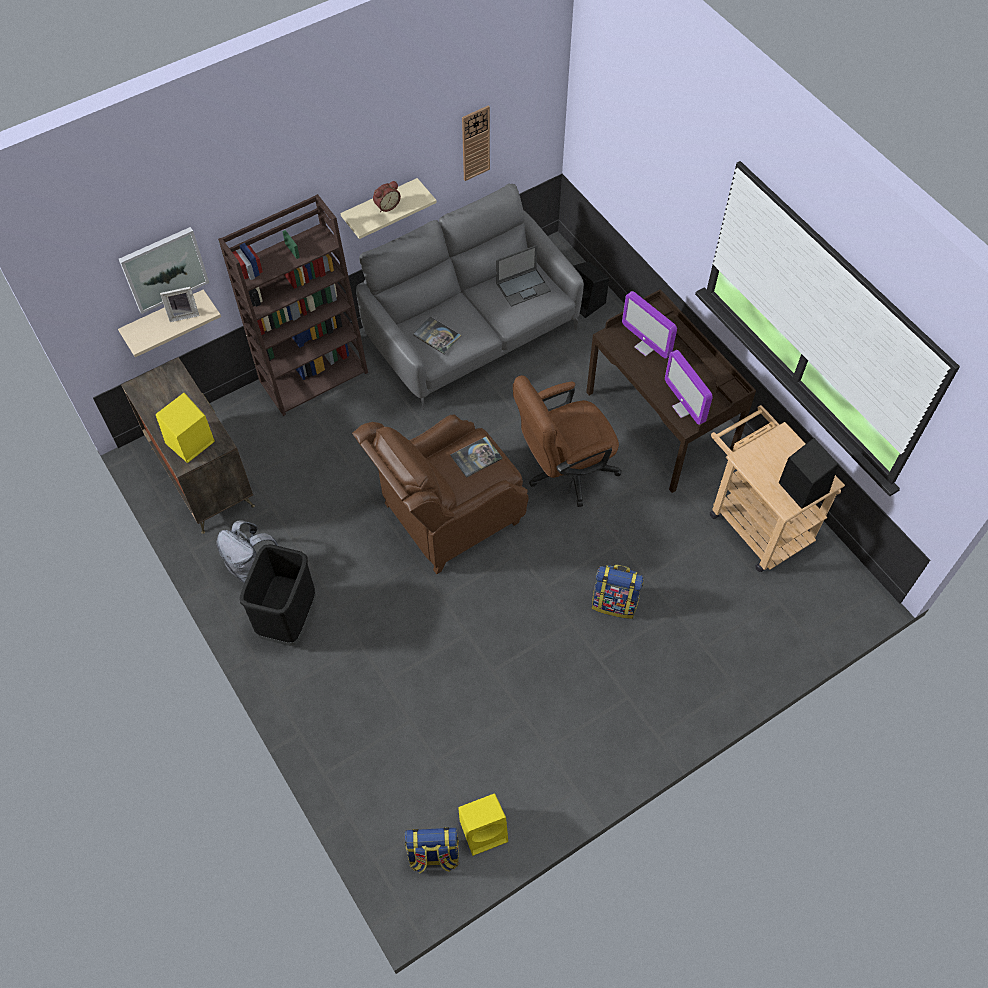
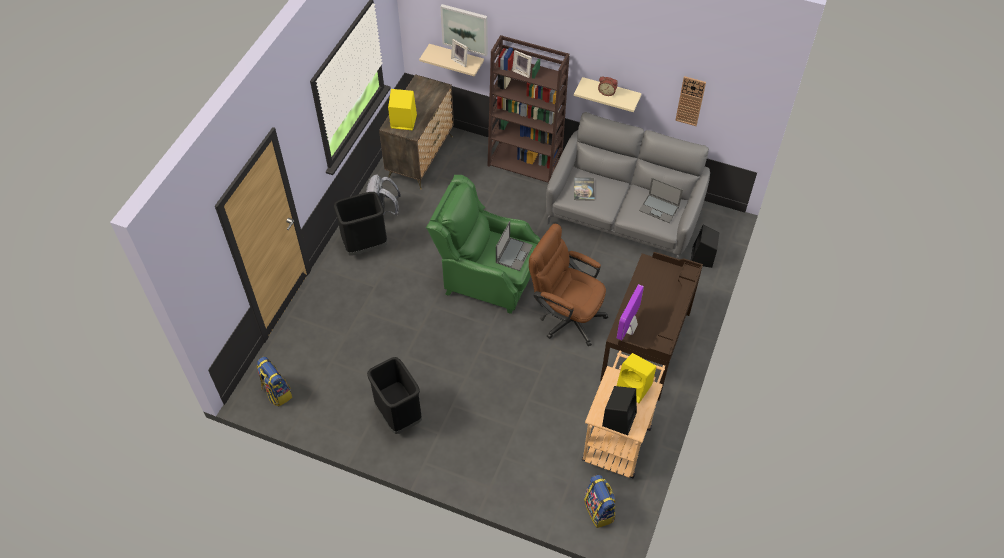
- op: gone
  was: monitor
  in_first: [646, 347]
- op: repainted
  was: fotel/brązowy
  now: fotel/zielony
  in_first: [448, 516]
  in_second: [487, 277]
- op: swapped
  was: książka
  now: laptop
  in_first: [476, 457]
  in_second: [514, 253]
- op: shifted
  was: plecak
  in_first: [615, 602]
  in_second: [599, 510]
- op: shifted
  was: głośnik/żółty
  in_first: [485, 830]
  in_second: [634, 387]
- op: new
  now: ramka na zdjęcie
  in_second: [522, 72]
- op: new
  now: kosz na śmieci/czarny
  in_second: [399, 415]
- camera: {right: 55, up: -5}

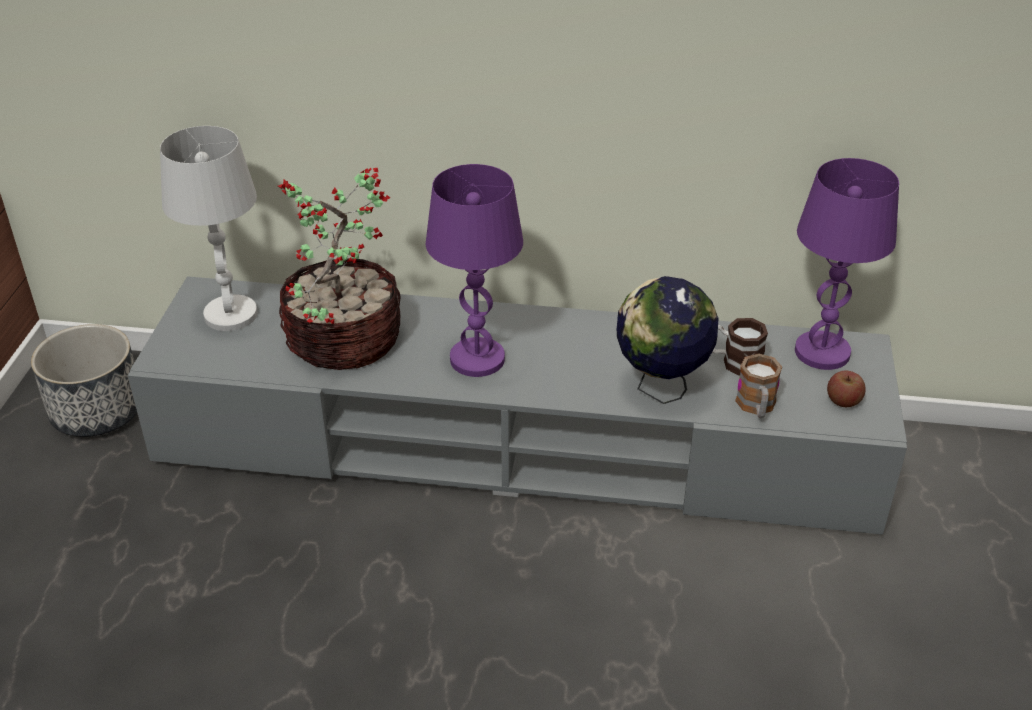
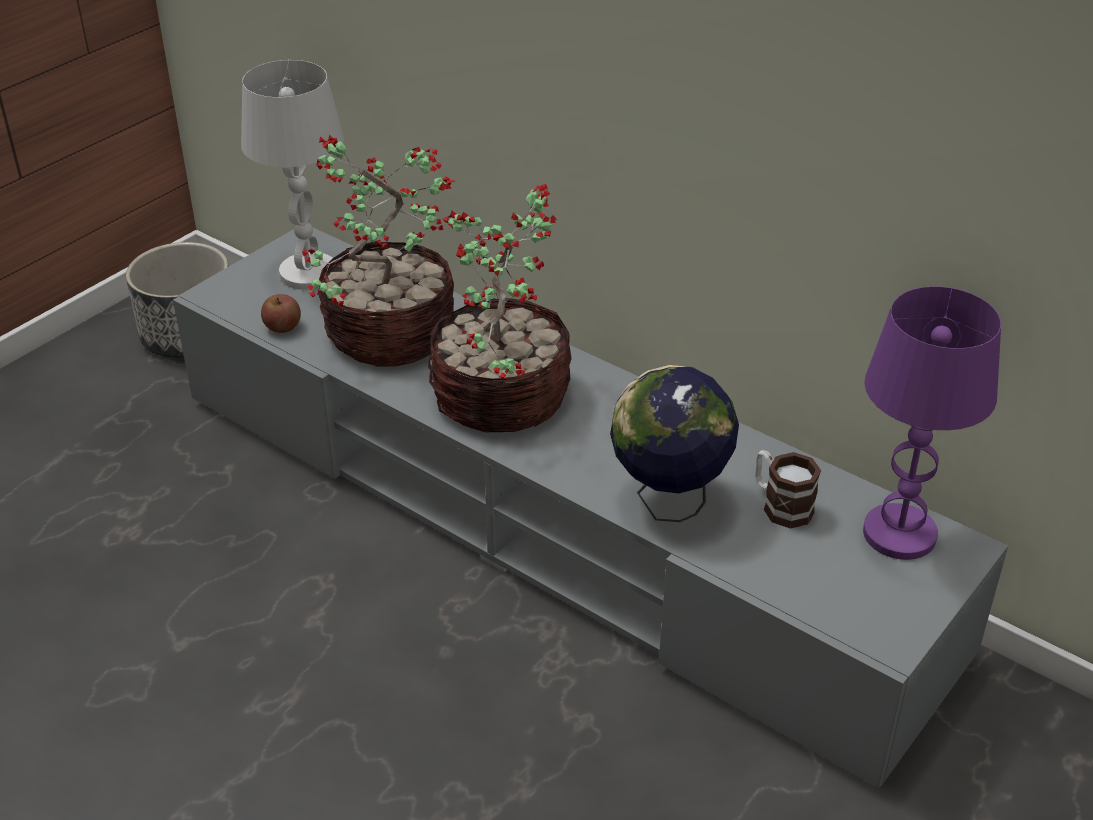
- op: swapped
  was: lampa stołowa/fioletowy
  now: roślina doniczkowa
  in_first: [476, 359]
  in_second: [500, 399]
- op: gone
  was: kubek
  in_first: [756, 407]
- op: shifted
  was: jabłko
  in_first: [843, 401]
  in_second: [282, 327]
- camera: {right: 30, up: 0}

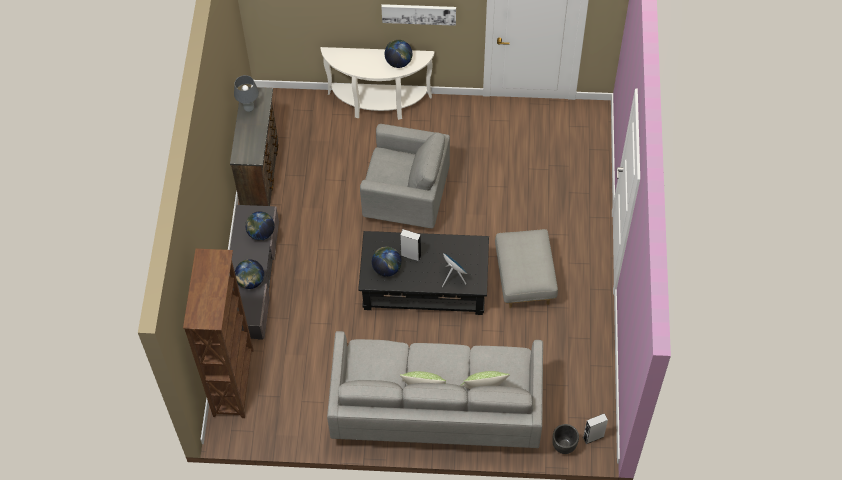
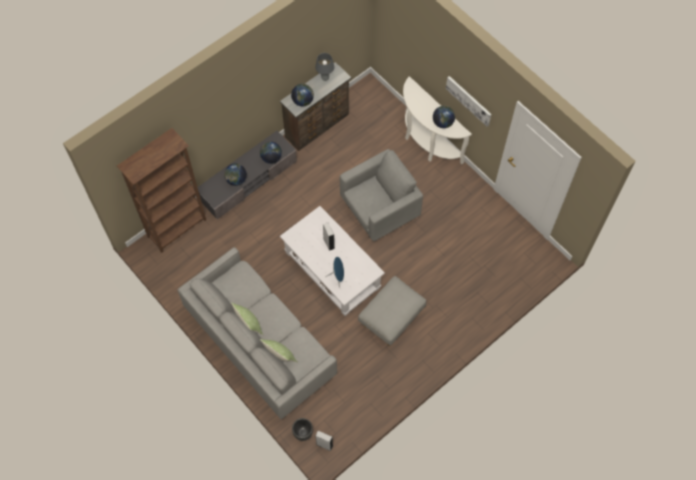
- op: rotated
  was: fotel/szary
  in_first: [406, 199]
  in_second: [379, 210]
  clockwise: -90
- op: repainted
  was: ława/czarny
  now: ława/biały
  in_first: [424, 286]
  in_second: [332, 269]
- op: shifted
  was: globus
  in_first: [387, 269]
  in_second: [303, 101]
- camera: {right: 45, up: 5}

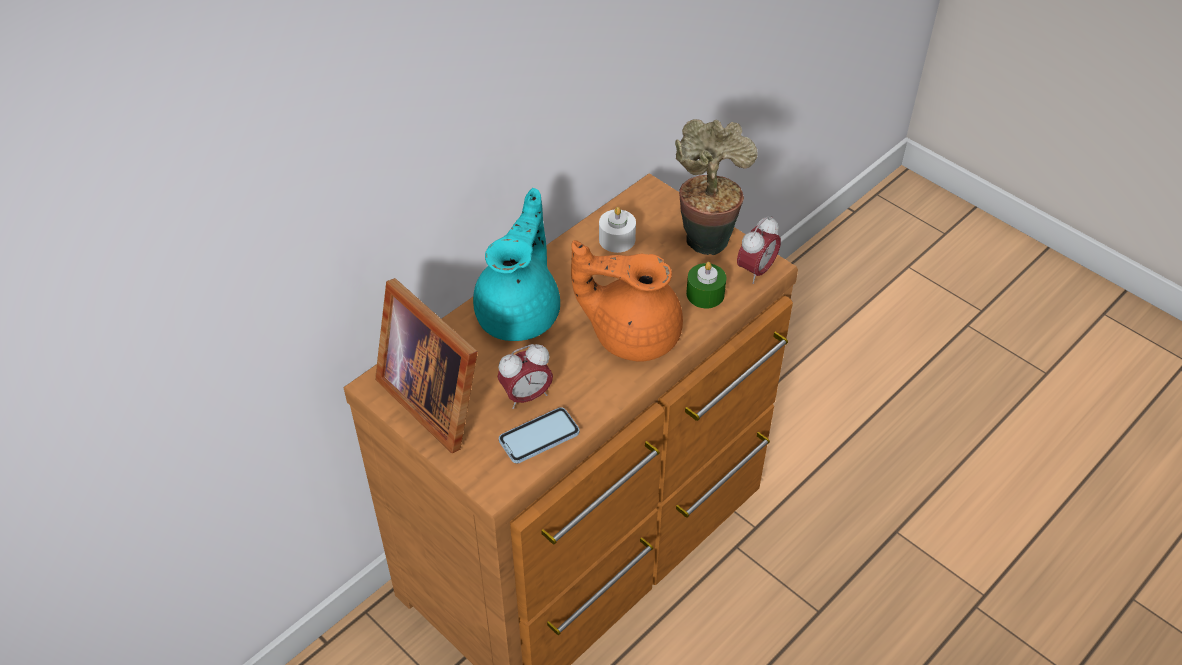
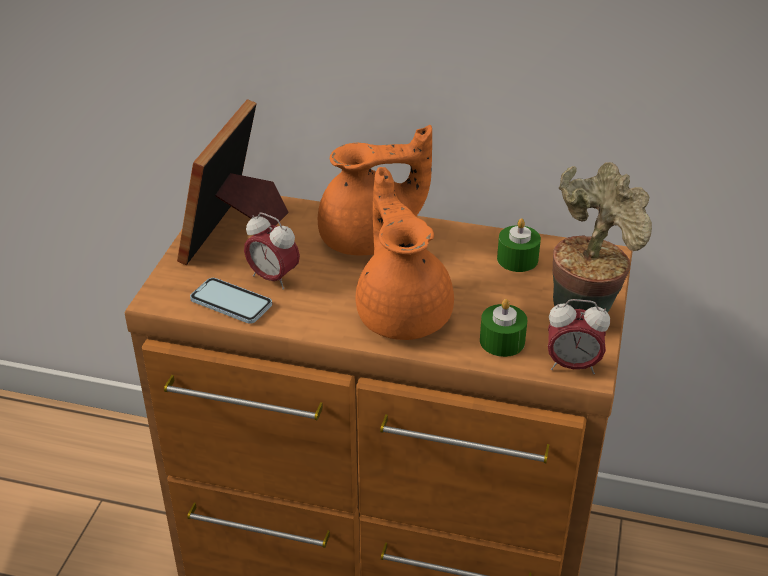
- op: repainted
  was: imbryk/turkusowy
  now: imbryk/pomarańczowy
  in_first: [521, 312]
  in_second: [369, 239]
- op: repainted
  was: świeca/biały
  now: świeca/zielony
  in_first: [617, 239]
  in_second: [517, 259]
- camera: {right: 60, up: -10}

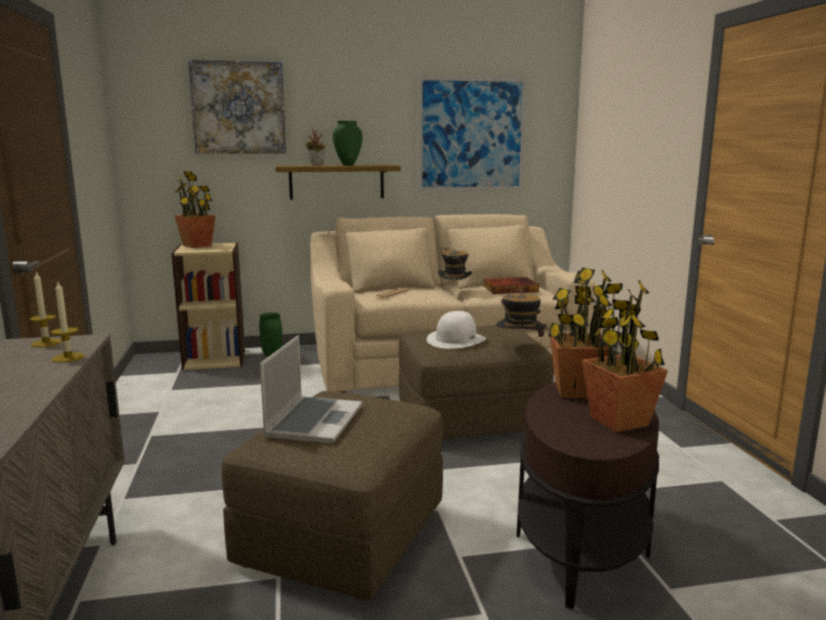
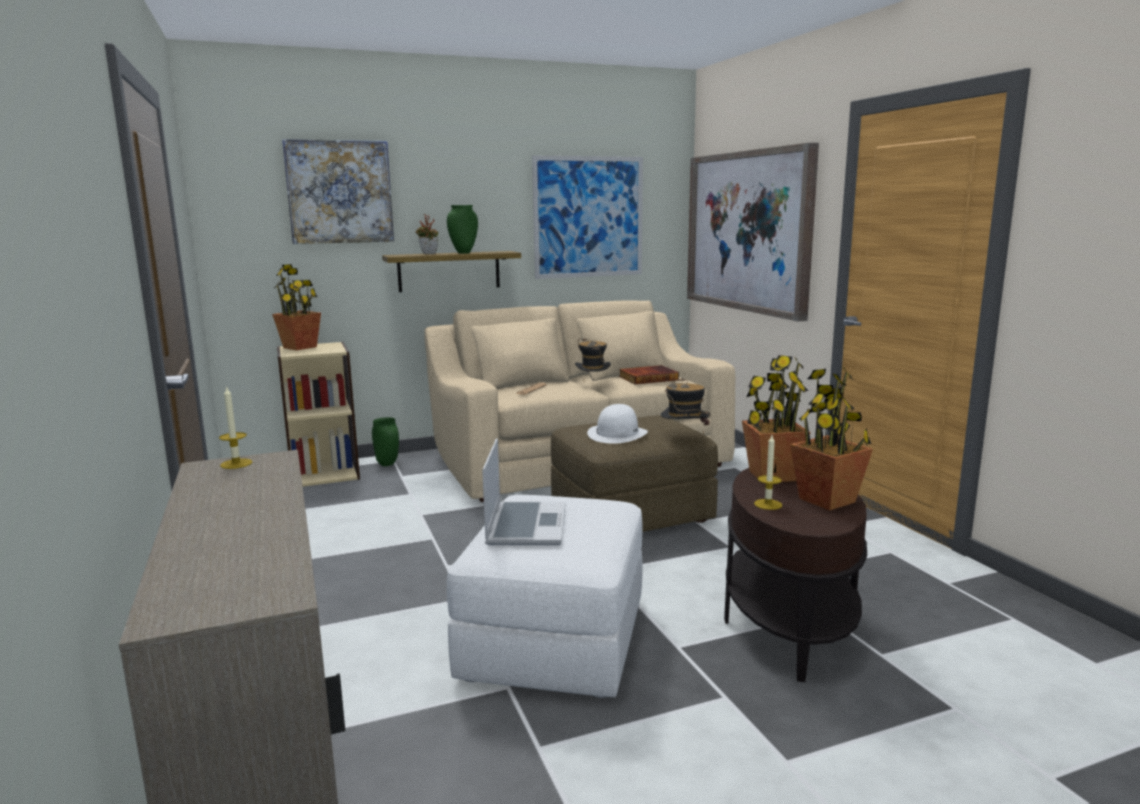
- op: shifted
  was: świeca
  in_first: [68, 357]
  in_second: [768, 504]
- op: repainted
  was: pufa/brązowy
  now: pufa/biały
  in_first: [343, 534]
  in_second: [554, 640]
- op: new
  now: obraz
  in_second: [748, 231]
- camera: {right: -10, up: 0}

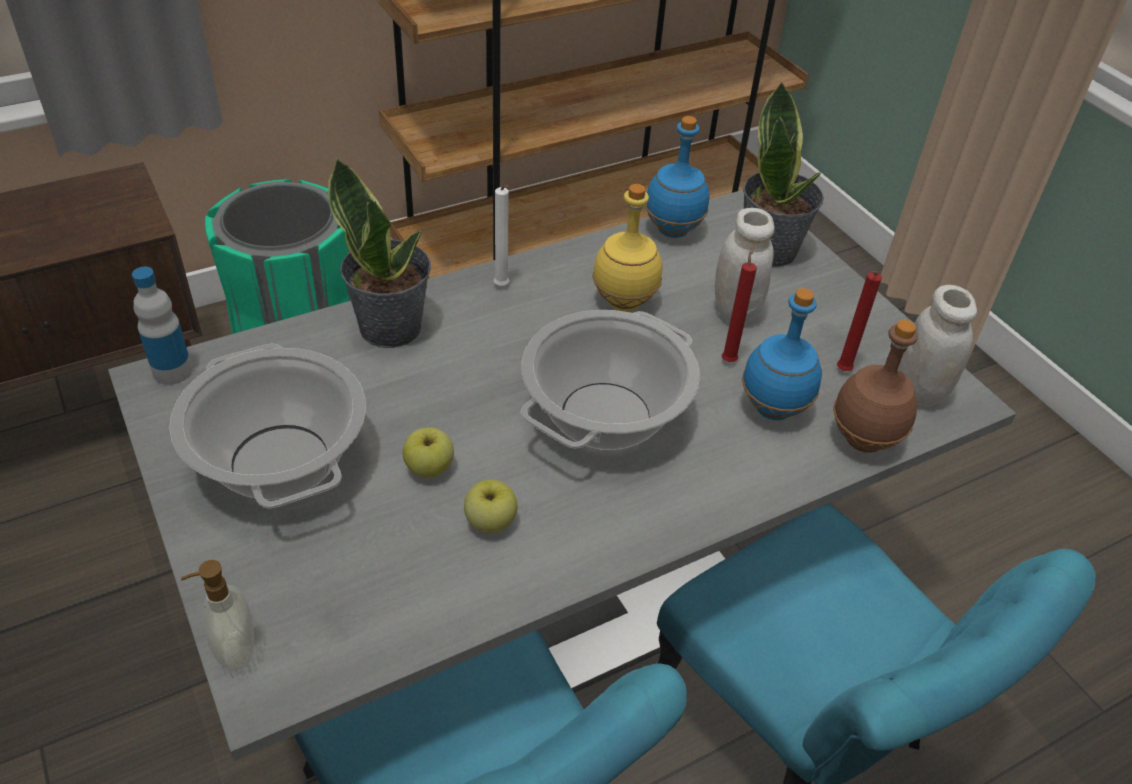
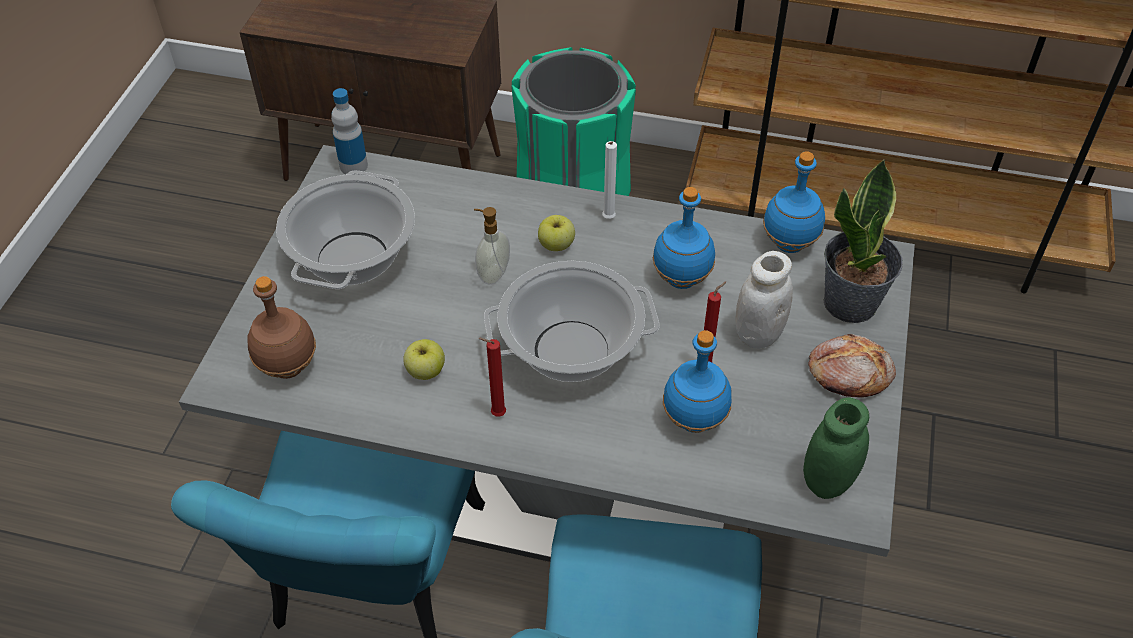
- op: gone
  was: roślina doniczkowa
  in_first: [391, 327]
- op: repainted
  was: butelka/żółty
  now: butelka/niebieski
  in_first: [623, 302]
  in_second: [681, 278]
- op: shifted
  was: świeca/czerwony
  in_first: [842, 372]
  in_second: [496, 414]
- op: repainted
  was: słoik/biały
  now: słoik/zielony
  in_first: [919, 391]
  in_second: [828, 481]
- op: shifted
  was: butelka/brązowy
  in_first: [864, 440]
  in_second: [289, 368]
- op: shifted
  was: jabłko
  in_first: [429, 468]
  in_second: [556, 245]
- op: shifted
  was: dozownik mydła
  in_first: [234, 650]
  in_second: [492, 273]
- op: new
  now: chleb
  in_second: [848, 373]
- camera: {right: 45, up: 5}

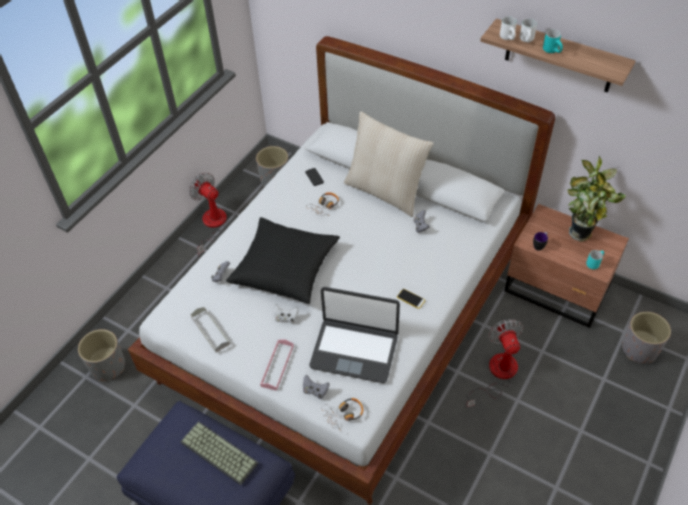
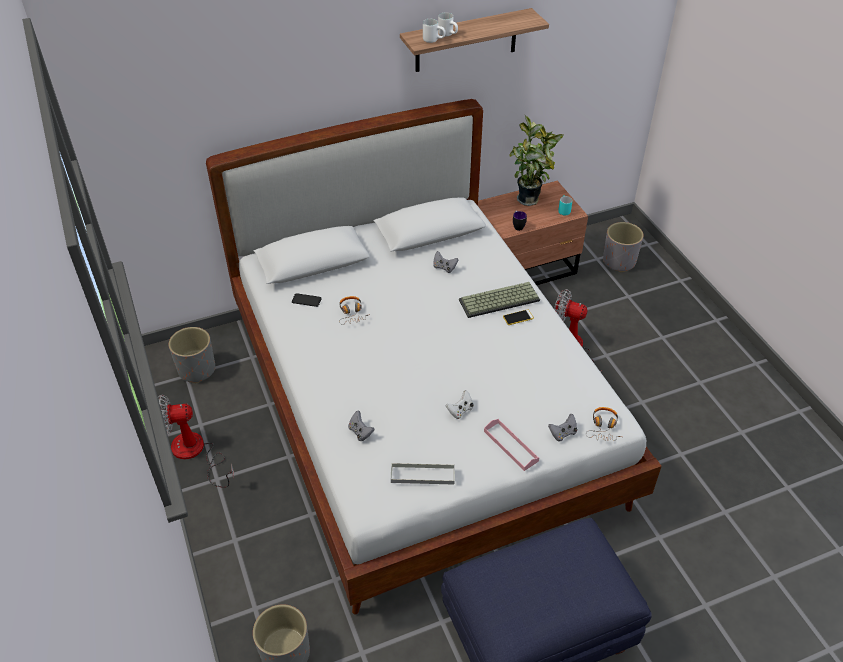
- op: gone
  was: kubek/turkusowy
  in_first: [553, 51]
- op: gone
  was: poduszka/beżowy
  in_first: [385, 191]
- op: gone
  was: poduszka/czarny
  in_first: [285, 267]
- op: gone
  was: laptop
  in_first: [354, 350]
- op: shifted
  was: klawiatura
  in_first: [217, 453]
  in_second: [499, 301]
- camera: {right: -55, up: -5}

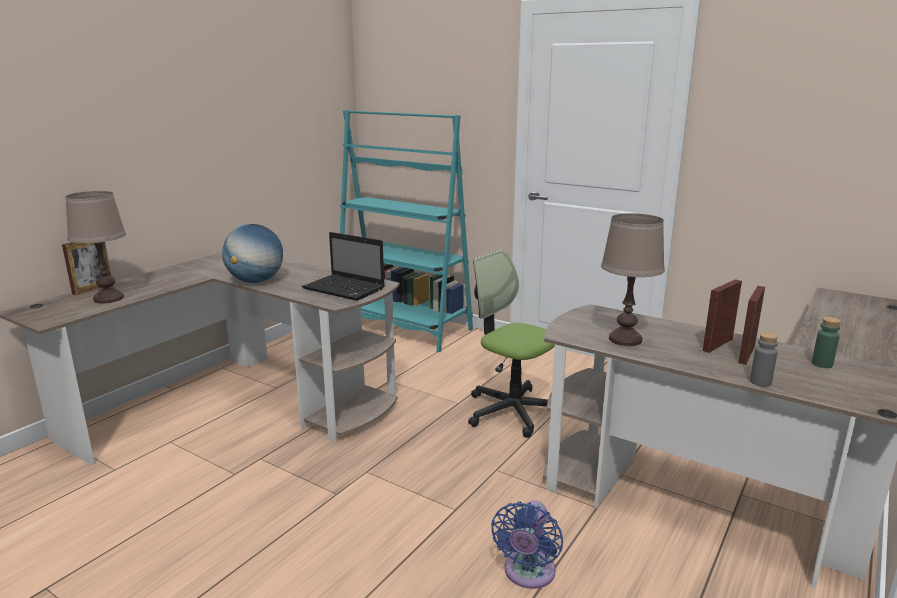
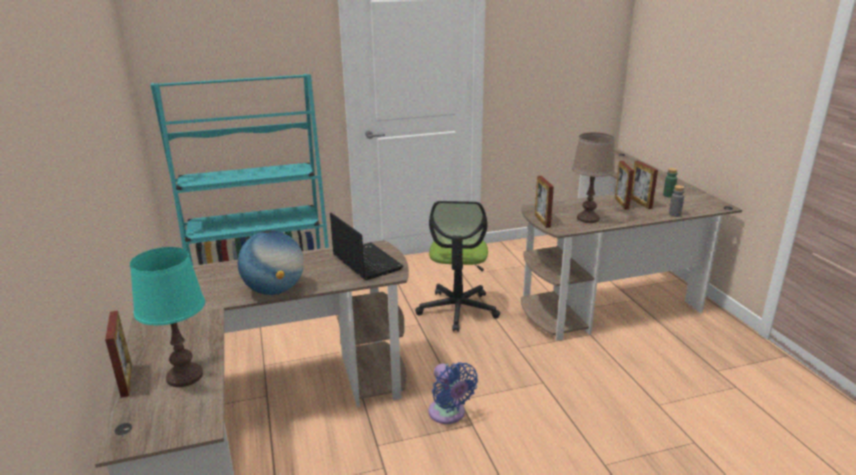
- op: repainted
  was: lampa stołowa/brązowy
  now: lampa stołowa/turkusowy
  in_first: [108, 299]
  in_second: [185, 376]
- op: rotated
  was: laptop
  in_first: [345, 289]
  in_second: [365, 262]
  clockwise: -105
- op: rotated
  was: krzesło biurowe
  in_first: [512, 411]
  in_second: [458, 310]
  clockwise: -75
- op: shifted
  was: wentylator/niebieski
  in_first: [527, 574]
  in_second: [448, 414]
- op: new
  now: ramka na zdjęcie
  in_second: [542, 221]
- camera: {right: -50, up: 5}

